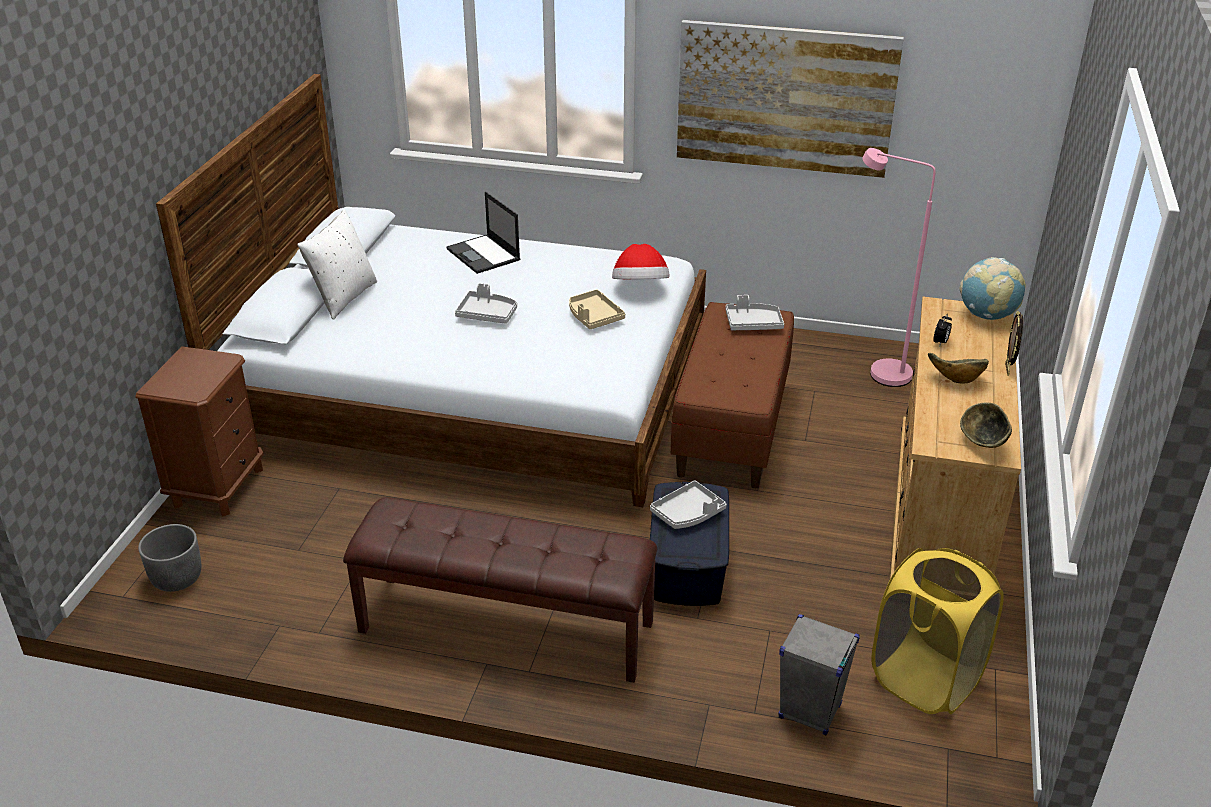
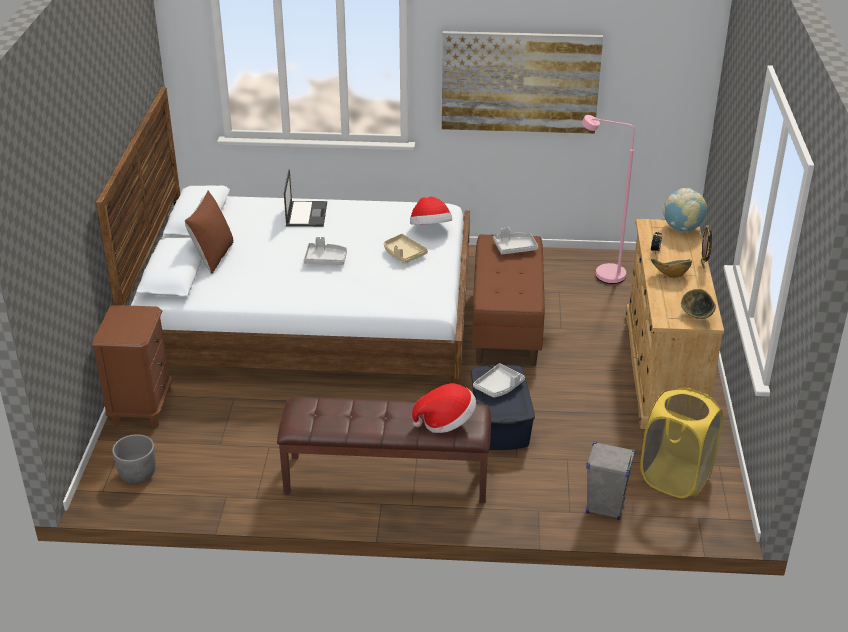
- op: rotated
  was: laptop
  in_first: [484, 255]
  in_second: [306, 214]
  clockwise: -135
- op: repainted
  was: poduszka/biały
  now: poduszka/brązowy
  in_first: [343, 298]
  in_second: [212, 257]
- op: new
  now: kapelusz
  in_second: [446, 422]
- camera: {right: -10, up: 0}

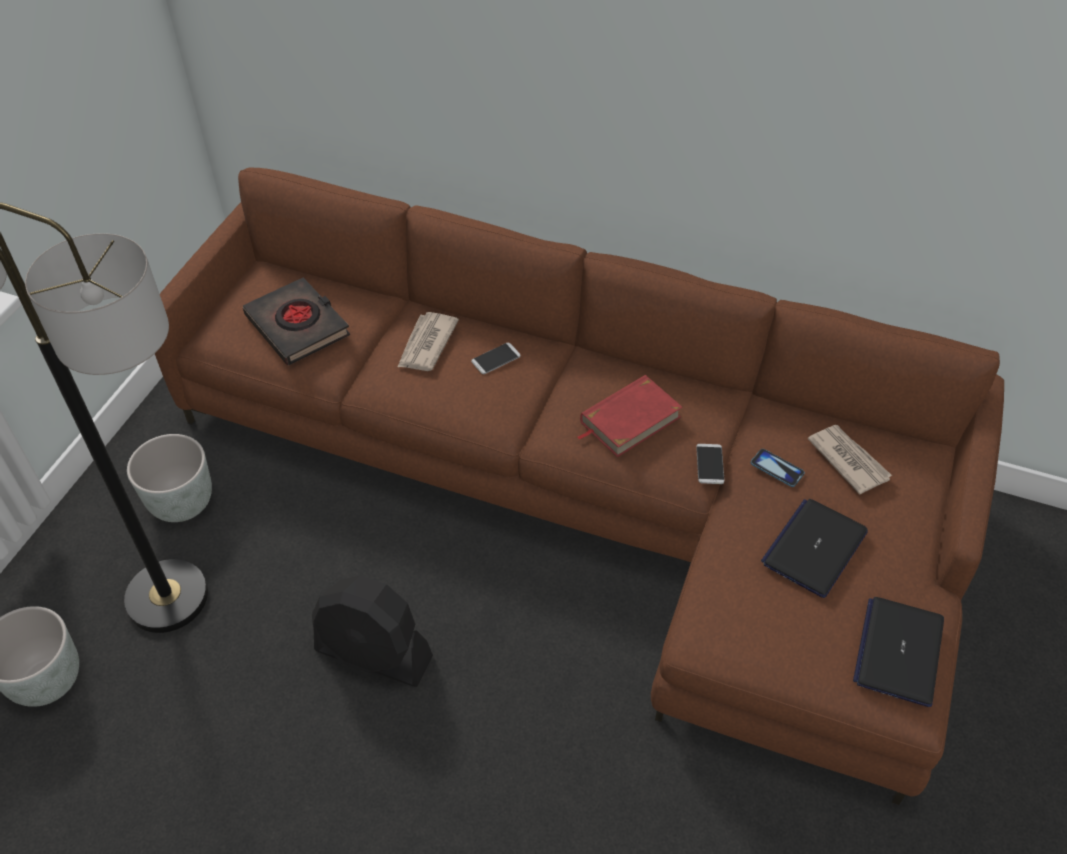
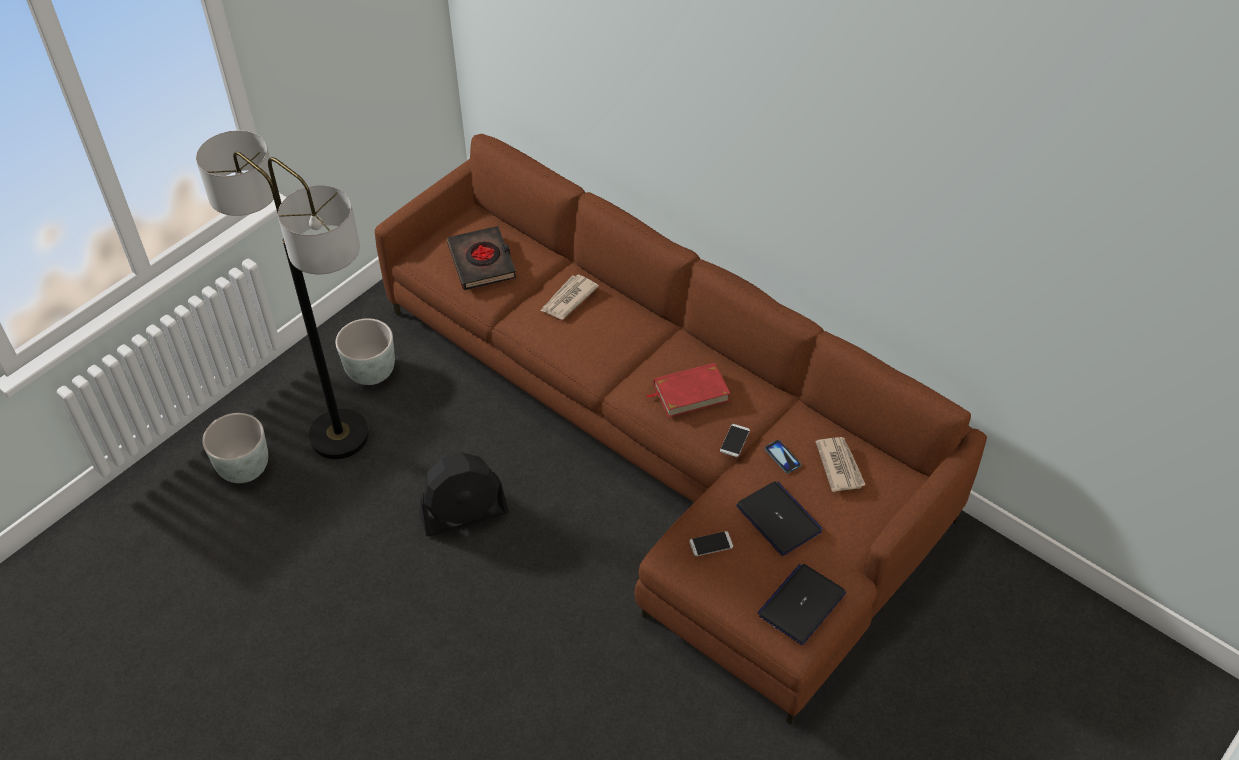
- op: shifted
  was: telefon
  in_first: [496, 359]
  in_second: [711, 544]
- op: rotated
  was: laptop
  in_first: [814, 548]
  in_second: [779, 519]
  clockwise: 90
- op: rotated
  was: wentylator/czarny
  in_first: [374, 654]
  in_second: [464, 514]
  clockwise: -60
- camera: {right: 20, up: 0}

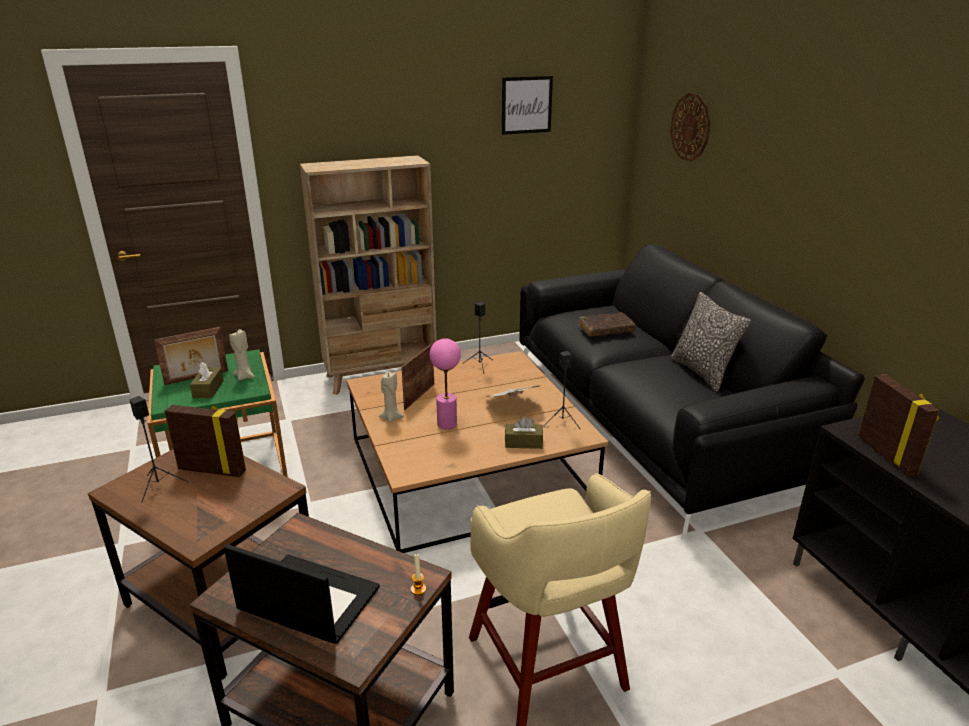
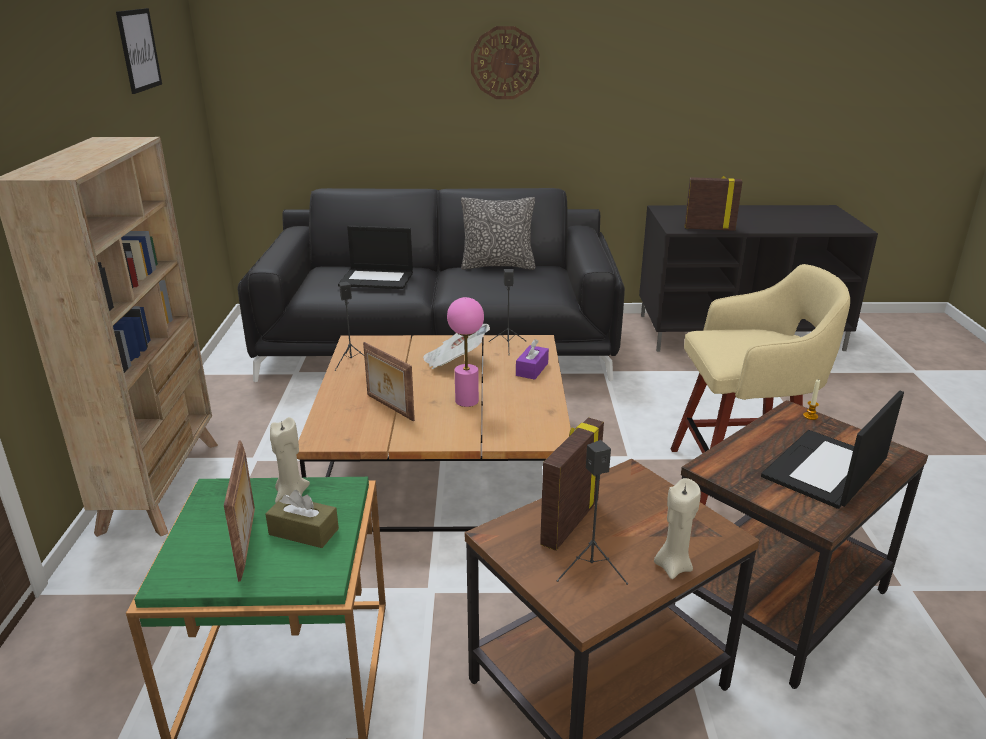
- op: shifted
  was: zegar ścienny
  in_first: [690, 127]
  in_second: [505, 63]
- op: swapped
  was: książka/brązowy
  now: laptop
  in_first: [606, 330]
  in_second: [377, 279]
- op: shifted
  was: świeca/beżowy
  in_first: [391, 417]
  in_second: [673, 566]
- op: repainted
  was: pudełko chusteczek/brązowy
  now: pudełko chusteczek/fioletowy
  in_first: [523, 442]
  in_second: [532, 369]
- camera: {right: -70, up: 0}

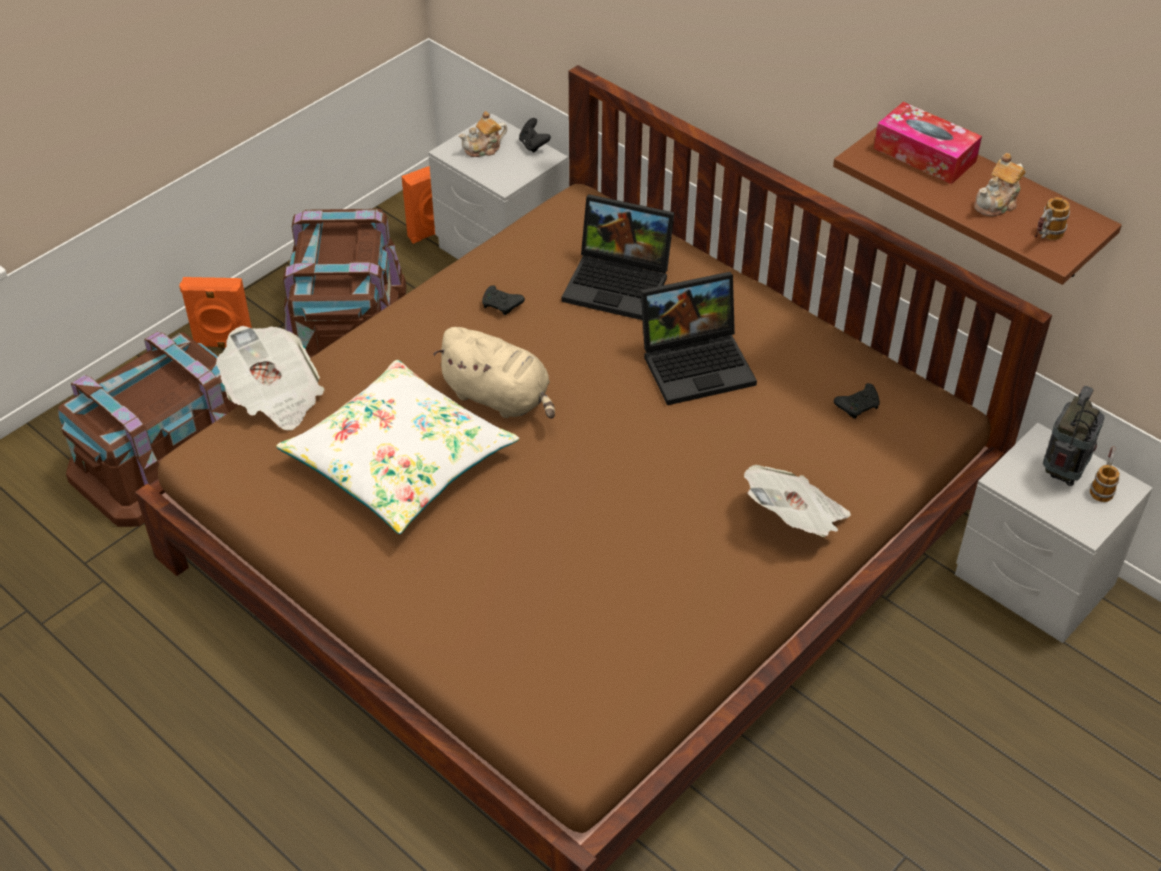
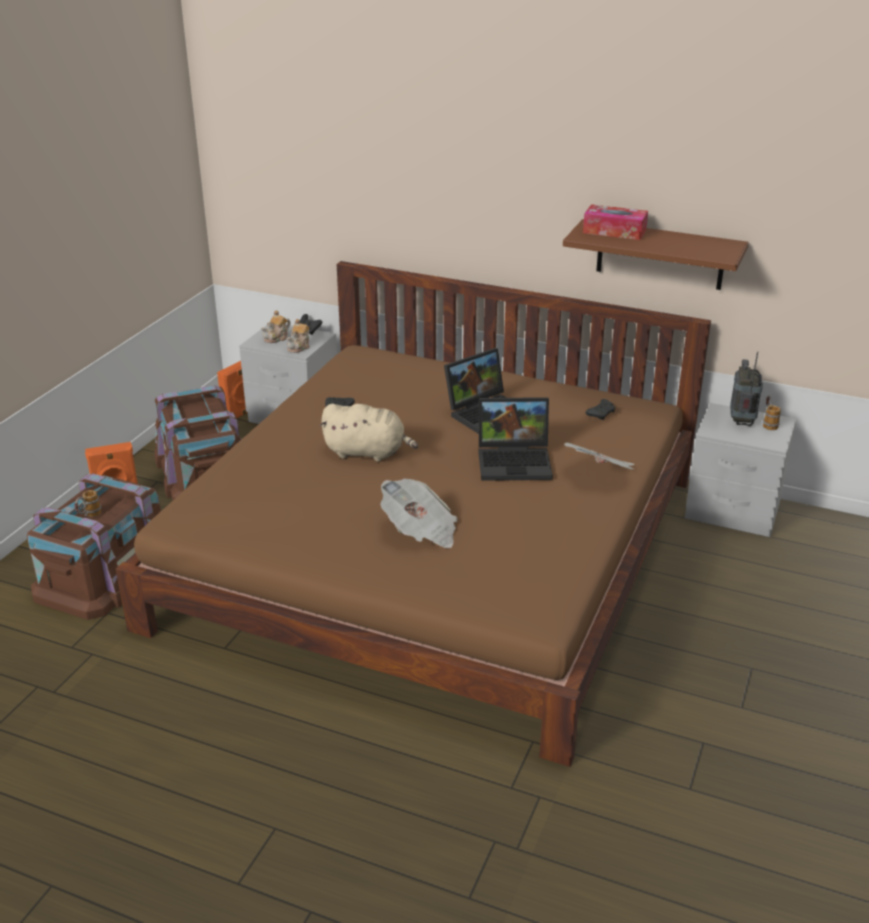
- op: shifted
  was: imbryk
  in_first: [997, 203]
  in_second: [299, 347]
- op: shifted
  was: laptop
  in_first: [620, 283]
  in_second: [516, 461]
- op: shifted
  was: kubek
  in_first: [1045, 238]
  in_second: [88, 516]
- op: shifted
  was: gazeta
  in_first: [274, 397]
  in_second: [420, 531]
- op: gone
  was: poduszka/biały
  in_first: [400, 461]
- camera: {right: -20, up: -15}

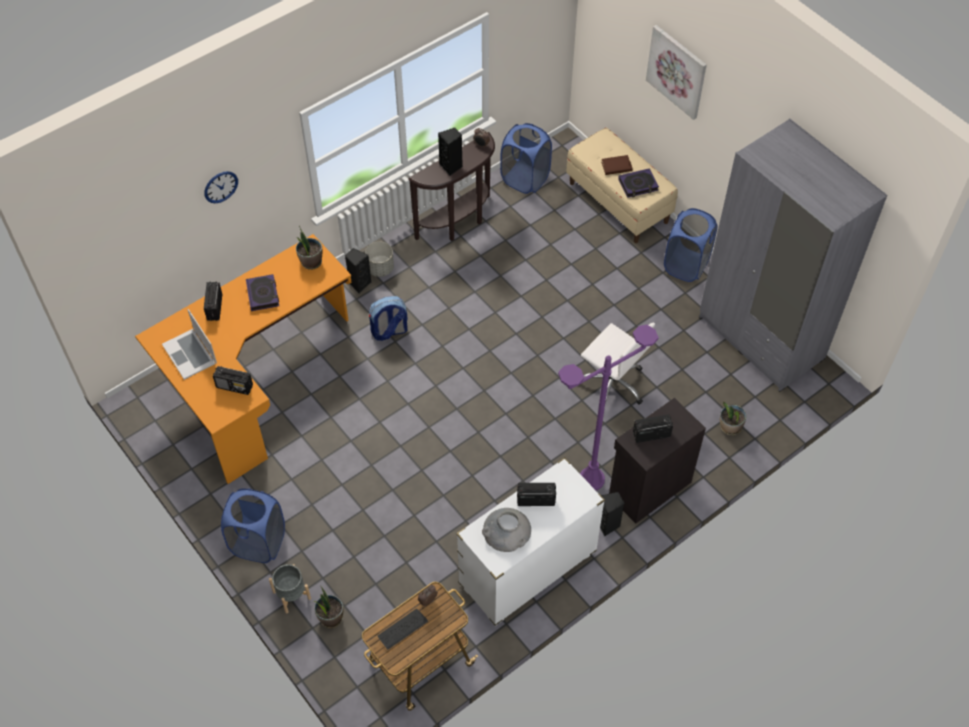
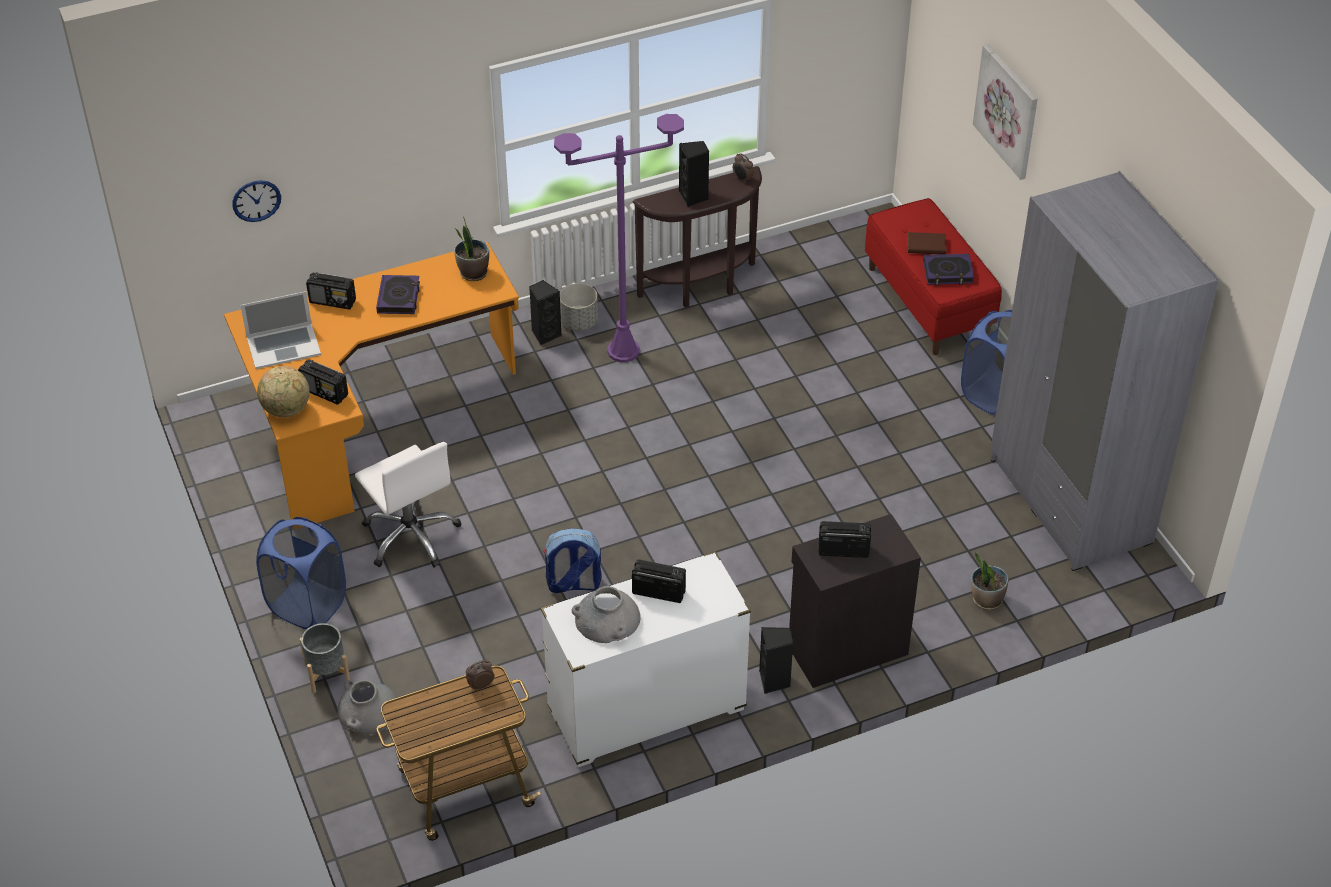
- op: gone
  was: kosz na pranie/niebieski
  in_first: [525, 179]
- op: repainted
  was: ławka/beżowy
  now: ławka/czerwony
  in_first: [618, 202]
  in_second: [928, 302]
- op: shifted
  was: zegar ścienny
  in_first: [221, 187]
  in_second: [256, 200]
- op: rotated
  was: radio
  in_first: [214, 308]
  in_second: [333, 301]
  clockwise: -90
- op: shifted
  was: plecak
  in_first: [389, 331]
  in_second: [573, 584]
- op: rotated
  was: laptop
  in_first: [190, 353]
  in_second: [283, 346]
  clockwise: -90
- op: shifted
  was: krzesło biurowe/biały
  in_first: [612, 384]
  in_second: [411, 535]
- op: shifted
  was: lampa stojąca/fioletowy
  in_first: [591, 479]
  in_second: [623, 351]
- op: swapped
  was: roślina doniczkowa
  now: wazon/szary
  in_first: [331, 617]
  in_second: [367, 710]
- op: gone
  was: klawiatura
  in_first: [402, 629]
- op: new
  now: globus
  in_second: [286, 410]
- camera: {right: 15, up: -10}

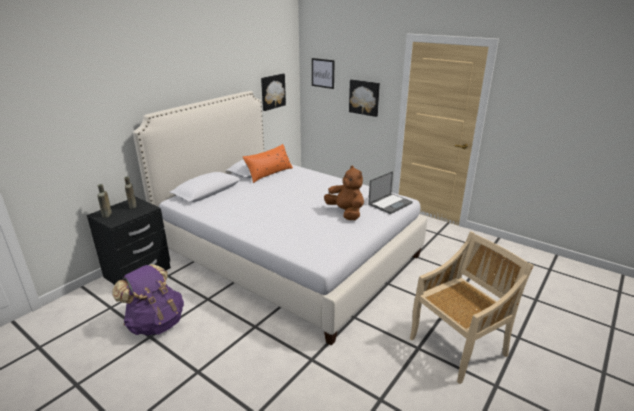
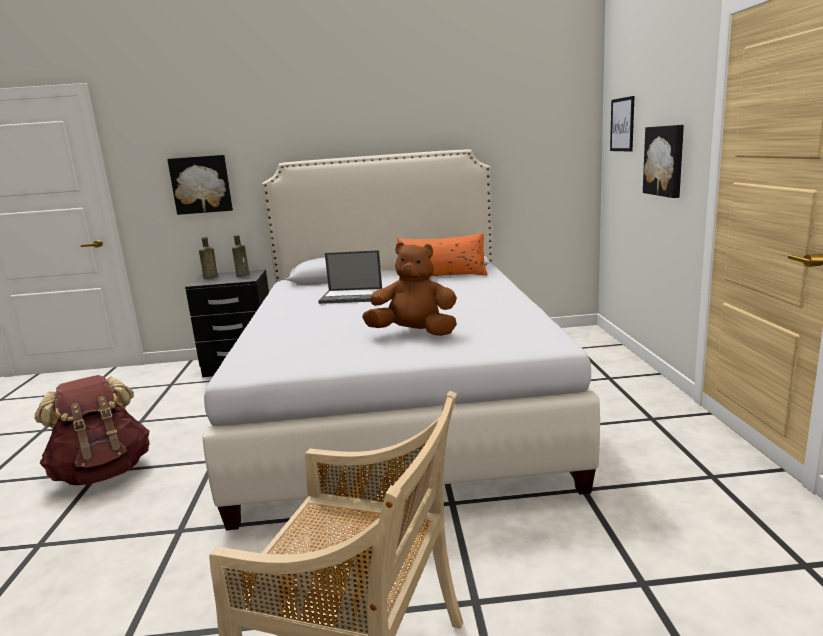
- op: shifted
  was: obraz
  in_first: [272, 91]
  in_second: [201, 184]
- op: rotated
  was: pluszak/brązowy
  in_first: [346, 213]
  in_second: [414, 333]
  clockwise: -90
- op: shifted
  was: laptop
  in_first: [390, 203]
  in_second: [352, 296]
- op: gone
  was: plecak/fioletowy
  in_first: [155, 323]
- op: new
  now: plecak/brązowy
  in_second: [103, 472]
- camera: {right: 50, up: -10}

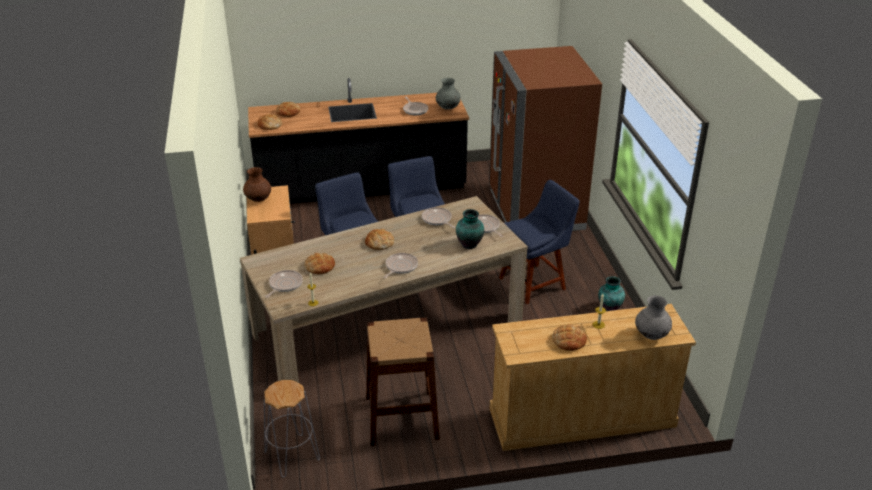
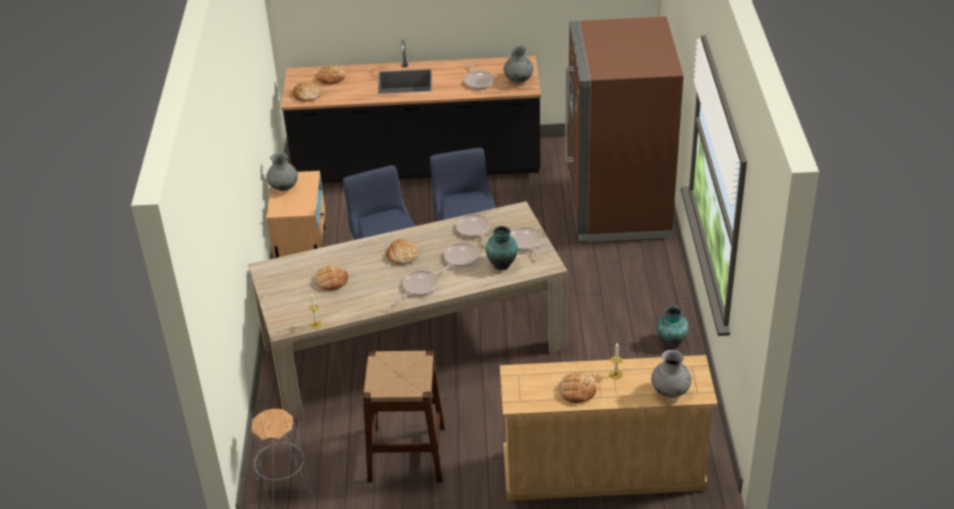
- op: repainted
  was: wazon/brązowy
  now: wazon/szary
  in_first: [258, 199]
  in_second: [284, 188]
- op: gone
  was: krzesło/niebieski
  in_first: [535, 282]
- op: shifted
  was: patelnia
  in_first: [284, 285]
  in_second: [460, 259]
- camera: {right: 10, up: 5}

